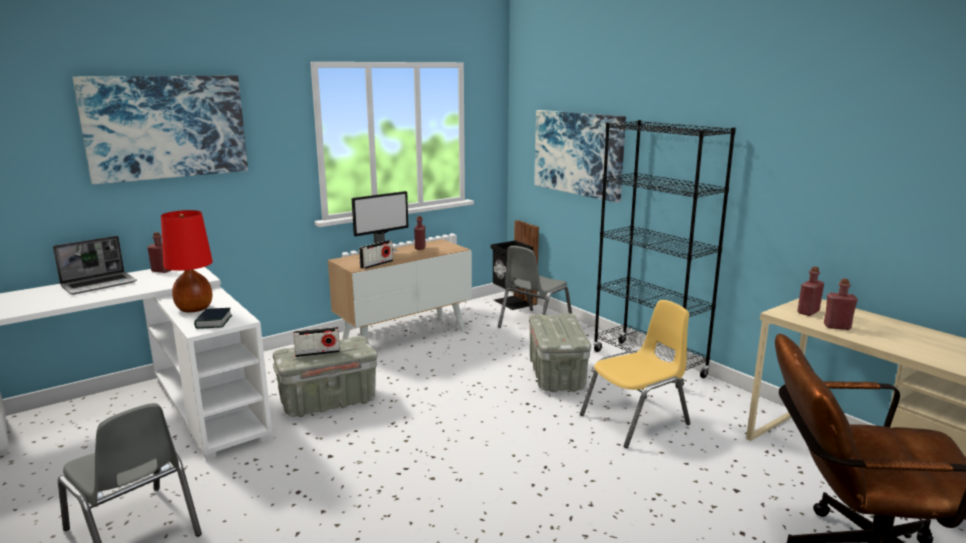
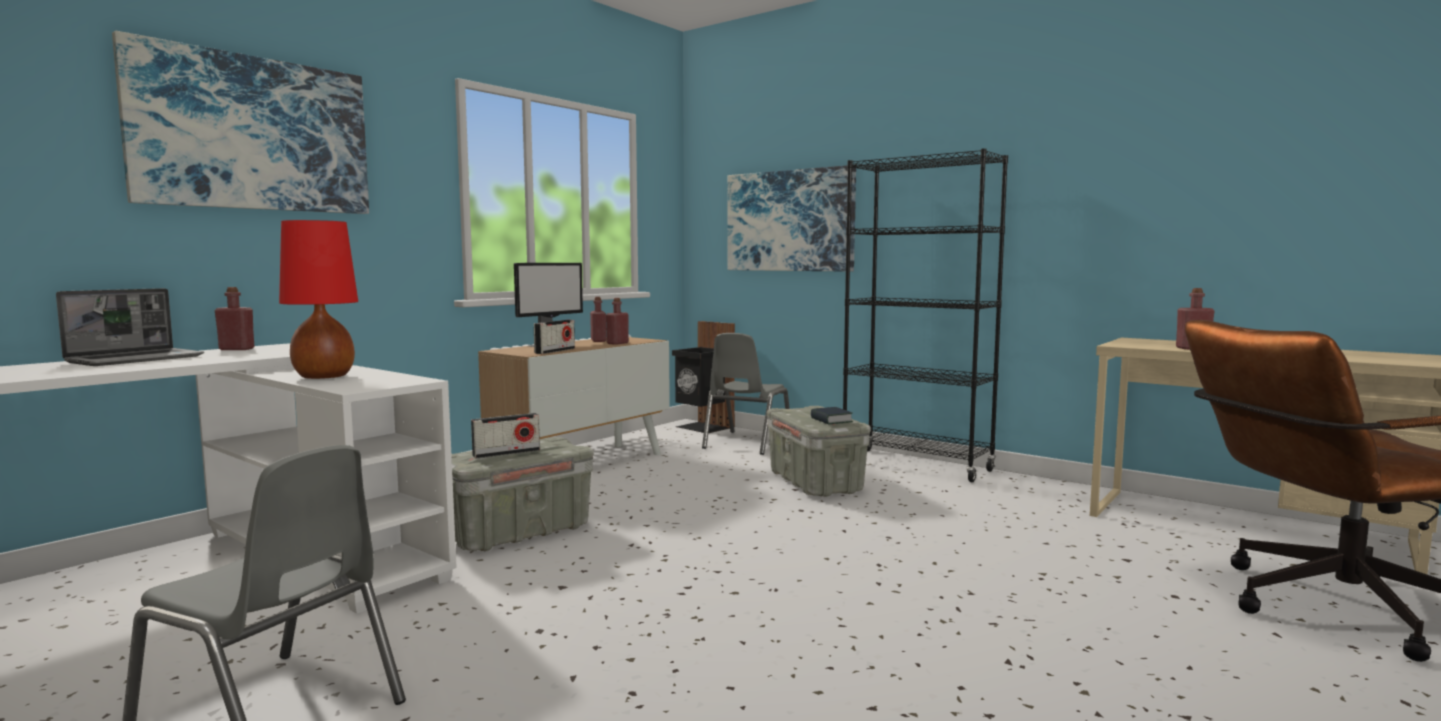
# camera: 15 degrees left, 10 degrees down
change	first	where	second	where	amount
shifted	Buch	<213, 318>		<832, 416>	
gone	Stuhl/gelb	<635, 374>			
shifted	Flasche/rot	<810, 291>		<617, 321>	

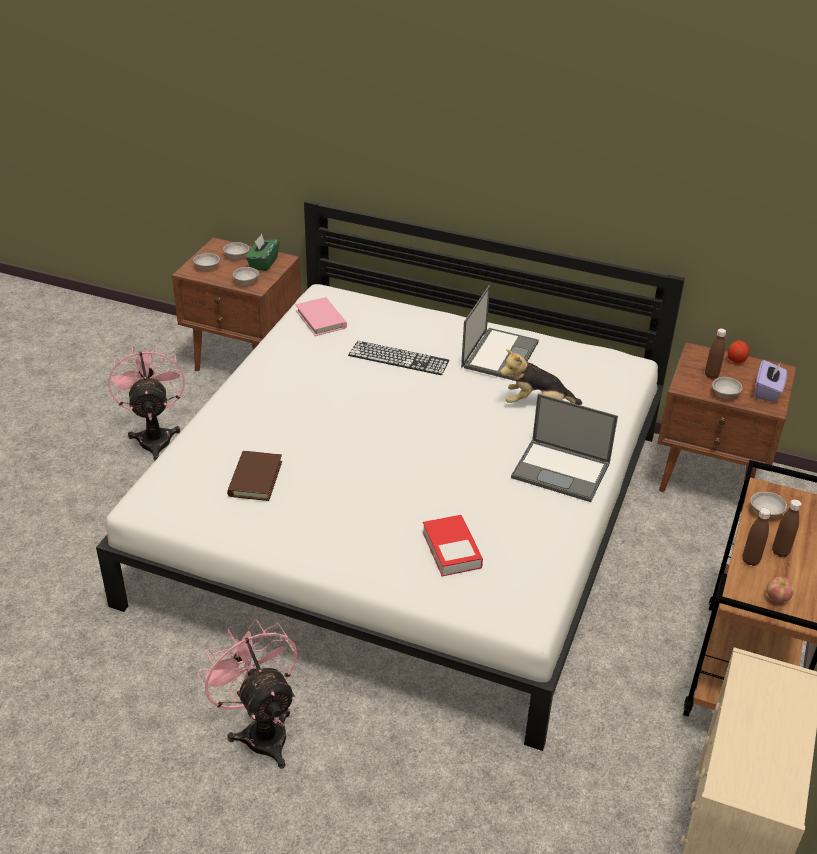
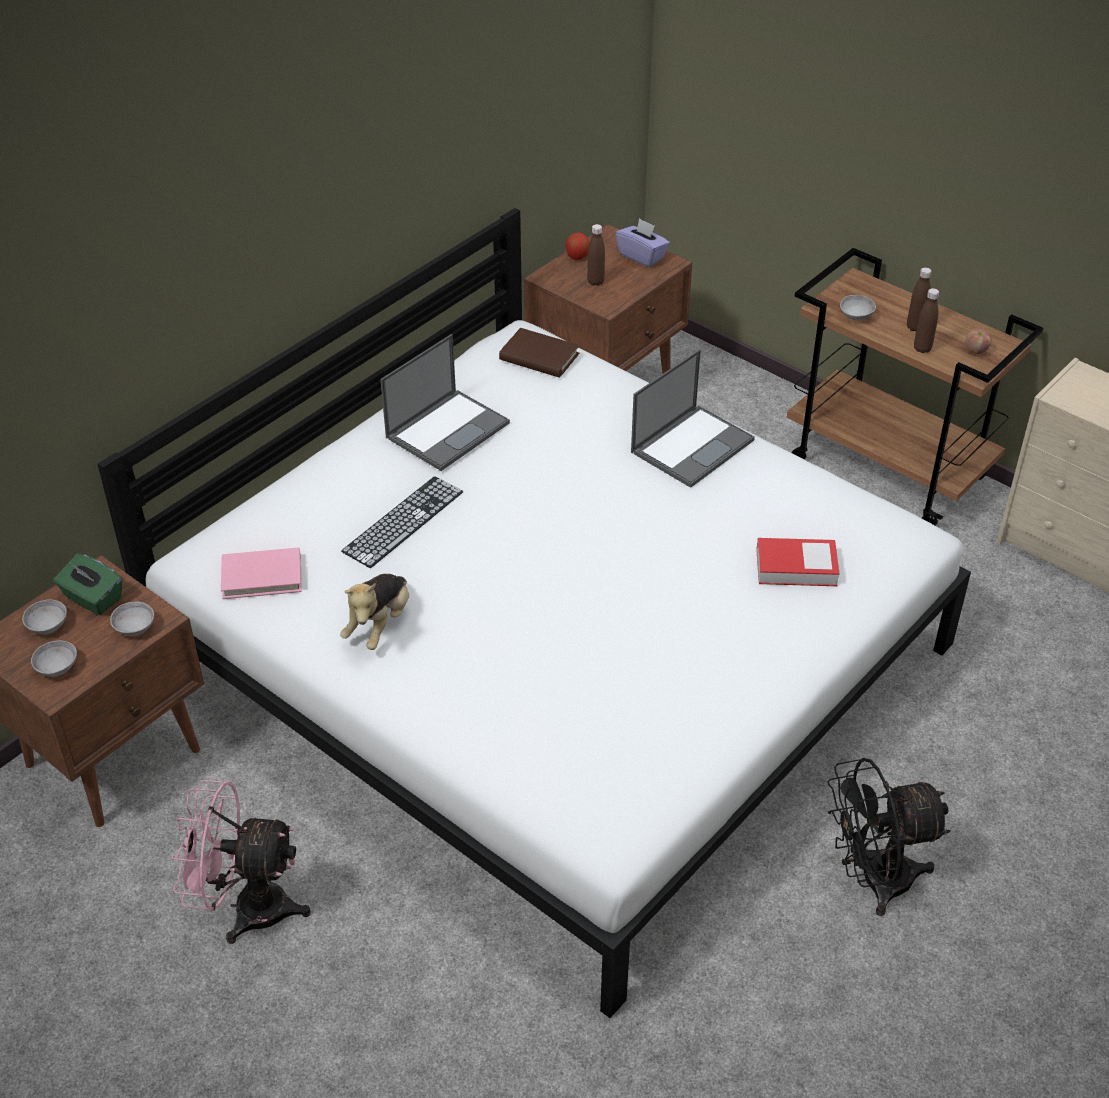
# camera: 70 degrees left, 5 degrees up
change	first	where	second	where	amount
repainted	Ventilator/rosa	<247, 694>	Ventilator/schwarz	<888, 837>	
shifted	Buch/braun	<254, 476>		<539, 353>	
rotated	Laptop	<500, 333>		<445, 402>	90 degrees clockwise
shifted	Plüschtier	<541, 377>		<374, 612>	
gone	Schüssel/grau	<727, 387>			

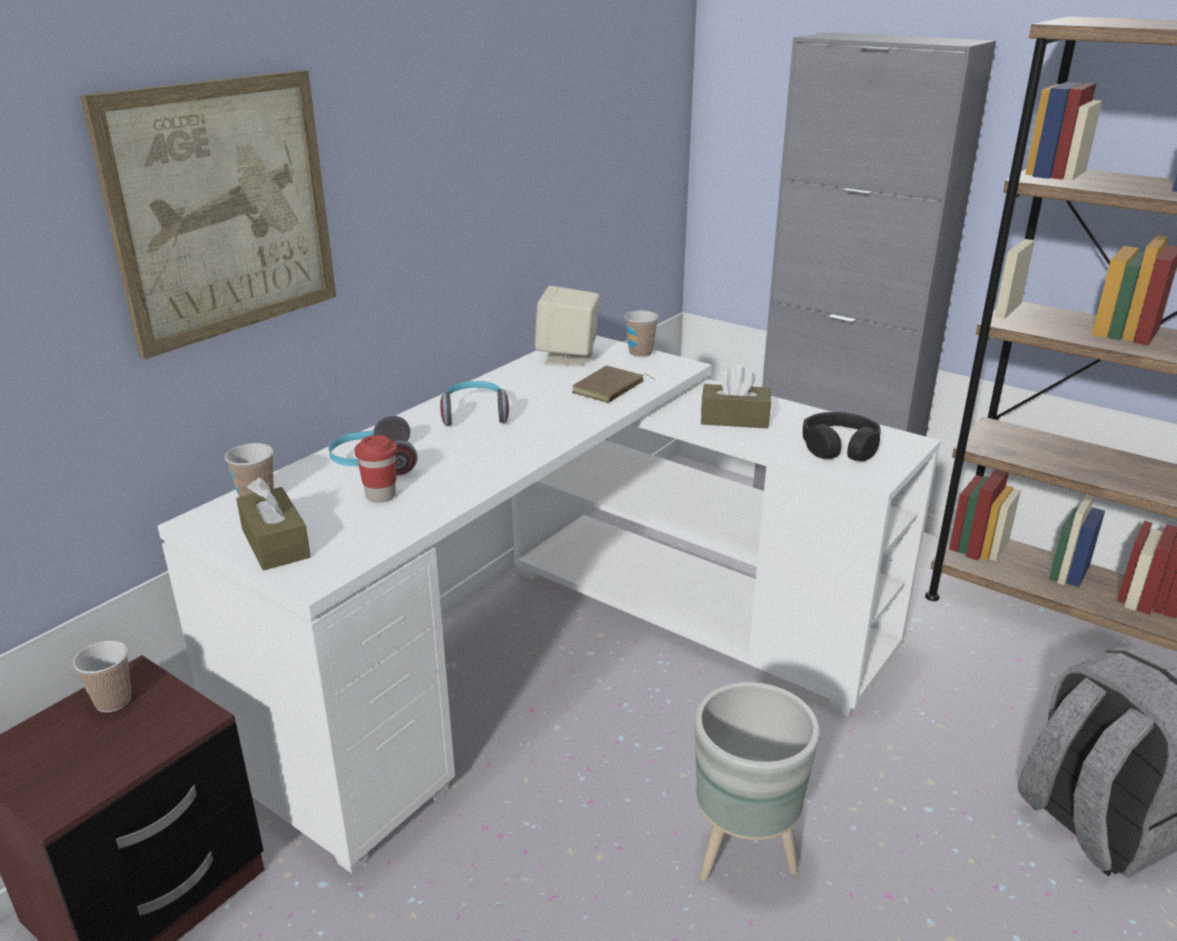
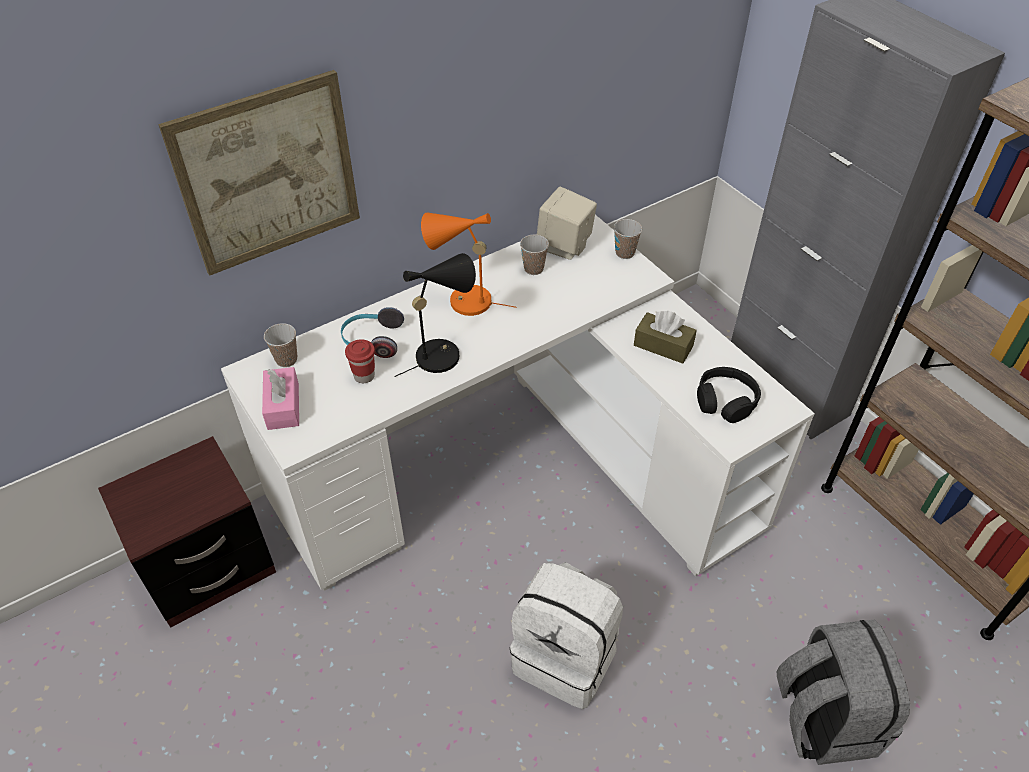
# camera: 20 degrees right, 20 degrees up
change	first	where	second	where	amount
shifted	Tasse	<102, 676>		<534, 254>	
repainted	Taschentuchbox/braun	<273, 524>	Taschentuchbox/rosa	<280, 398>	
swapped	Kopfhörer	<474, 403>	Tischlampe/orange	<468, 264>	
gone	Buch/braun	<613, 384>			
swapped	Pflanzkübel/grau	<757, 781>	Rucksack/weiß	<566, 635>	
new			Tischlampe/schwarz	<435, 315>	

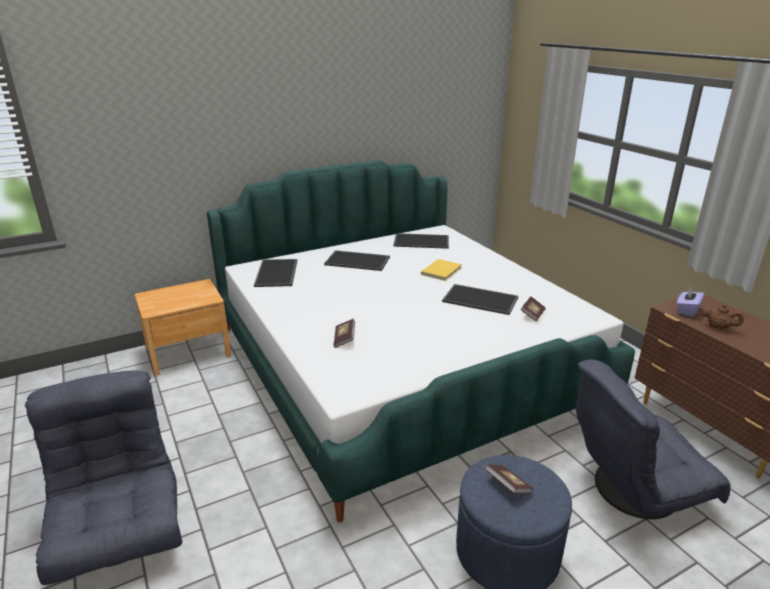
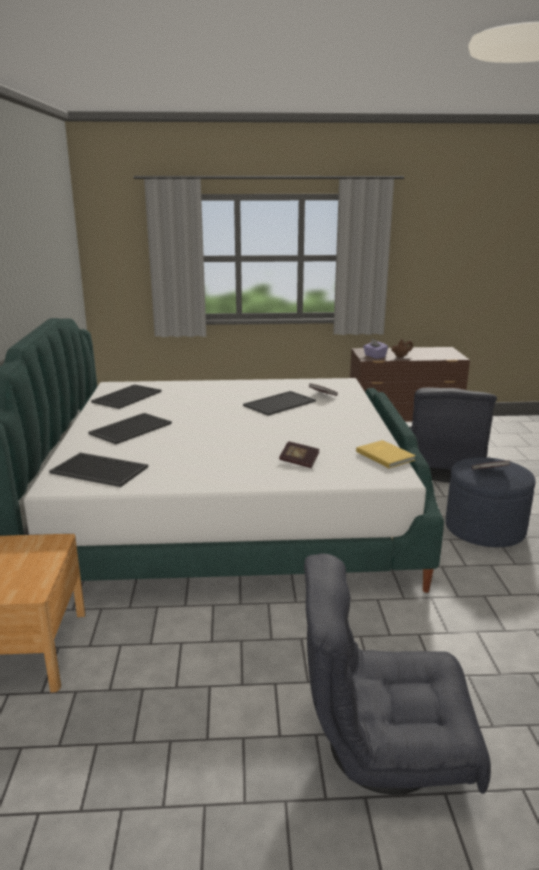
# camera: 65 degrees left, 5 degrees down
change	first	where	second	where	amount
shifted	Buch/gelb	<441, 270>		<386, 454>	

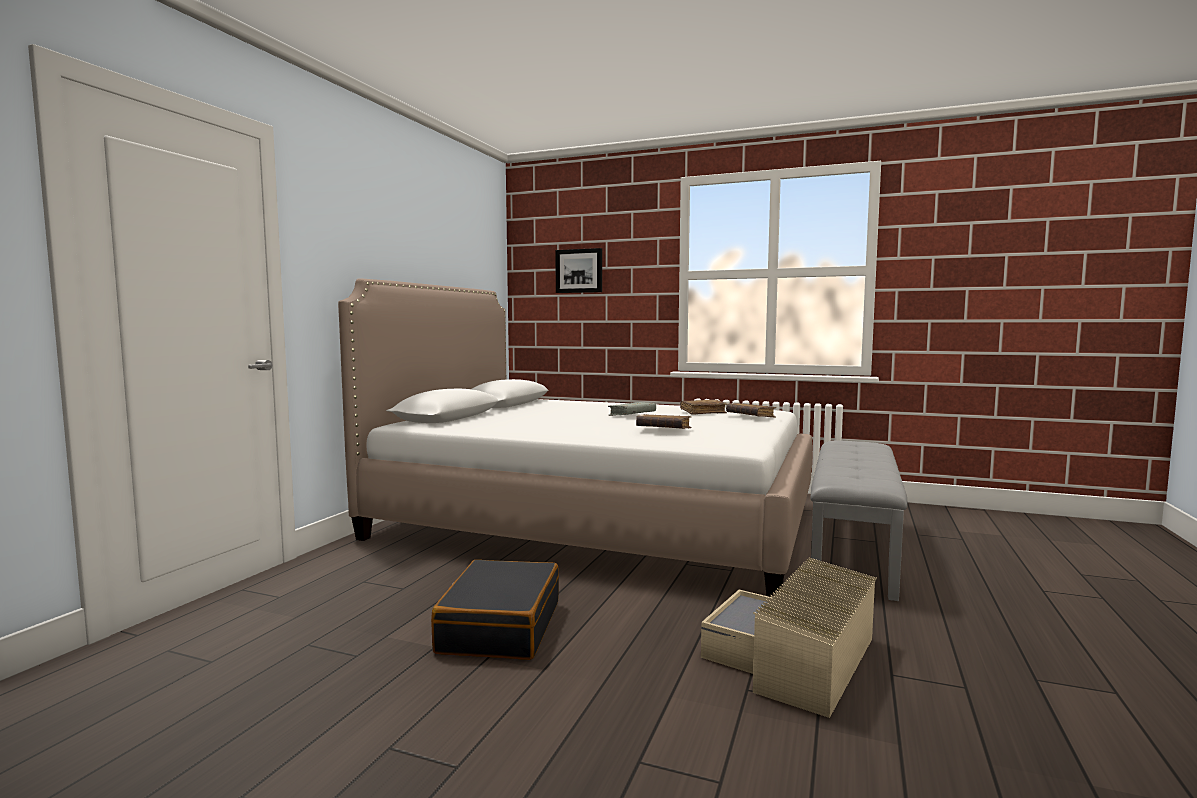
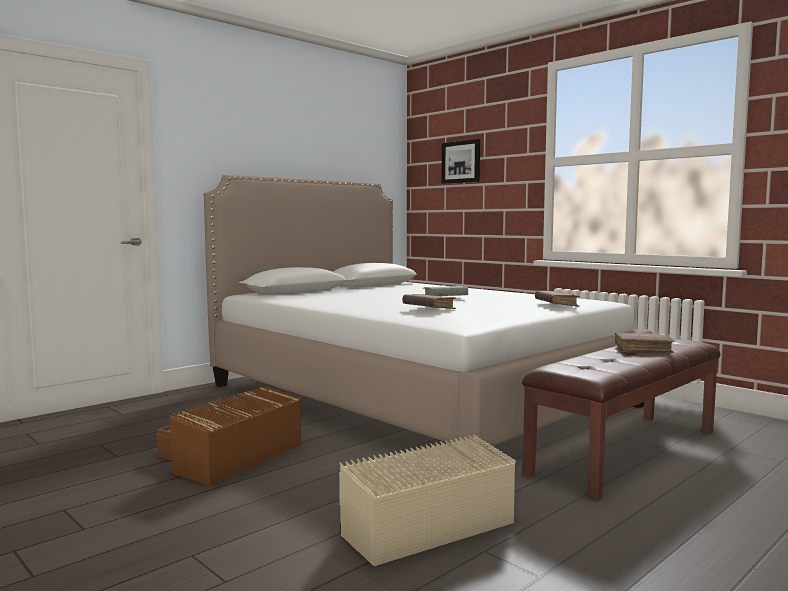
# camera: 25 degrees right, 0 degrees up
change	first	where	second	where	amount
swapped	Koffer/schwarz	<495, 610>	Aufbewahrungsbox/braun	<229, 435>	
shifted	Buch/braun	<703, 407>		<644, 343>	
repainted	Bank/grau	<859, 520>	Bank/braun	<621, 419>	

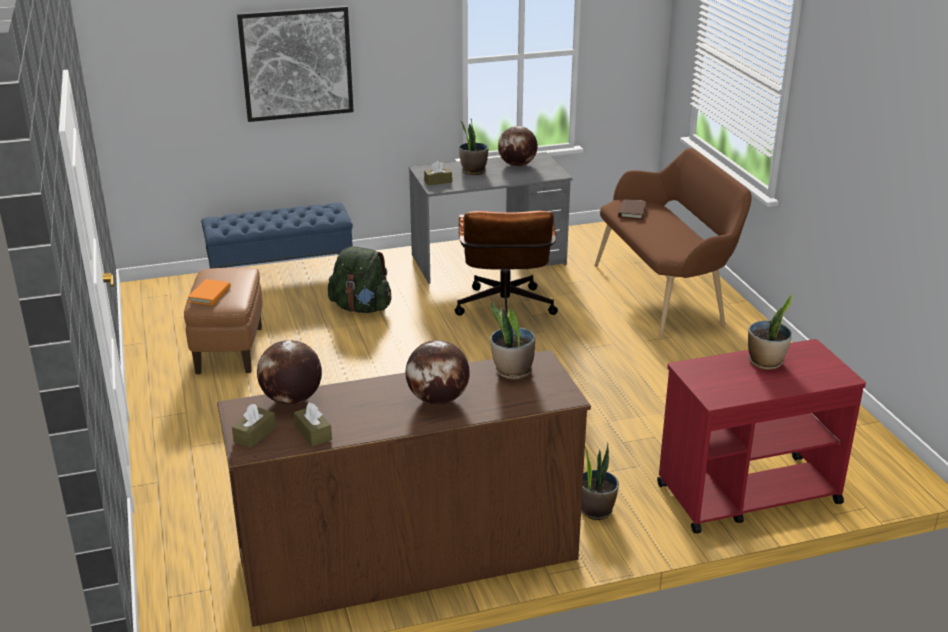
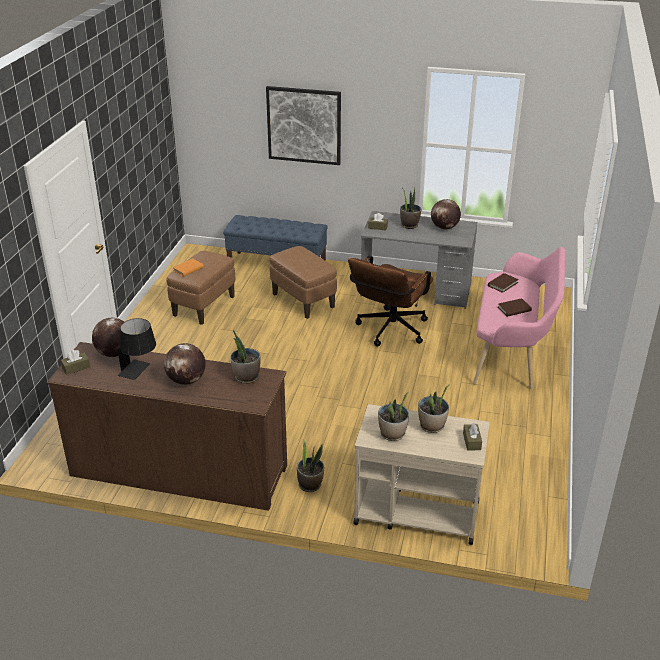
# camera: 30 degrees right, 5 degrees up
change	first	where	second	where	amount
shifted	Taschentuchbox/braun	<313, 424>		<472, 436>	
swapped	Rucksack/grün	<360, 279>	Polsterhocker/braun	<303, 282>	
repainted	Bank/braun	<673, 243>	Bank/rosa	<519, 318>	
repainted	Rollwagen/rot	<761, 436>	Rollwagen/beige	<421, 474>	
new			Tischlampe/schwarz	<137, 349>	
new			Topfpflanze	<393, 416>	
new			Buch/braun	<514, 307>	

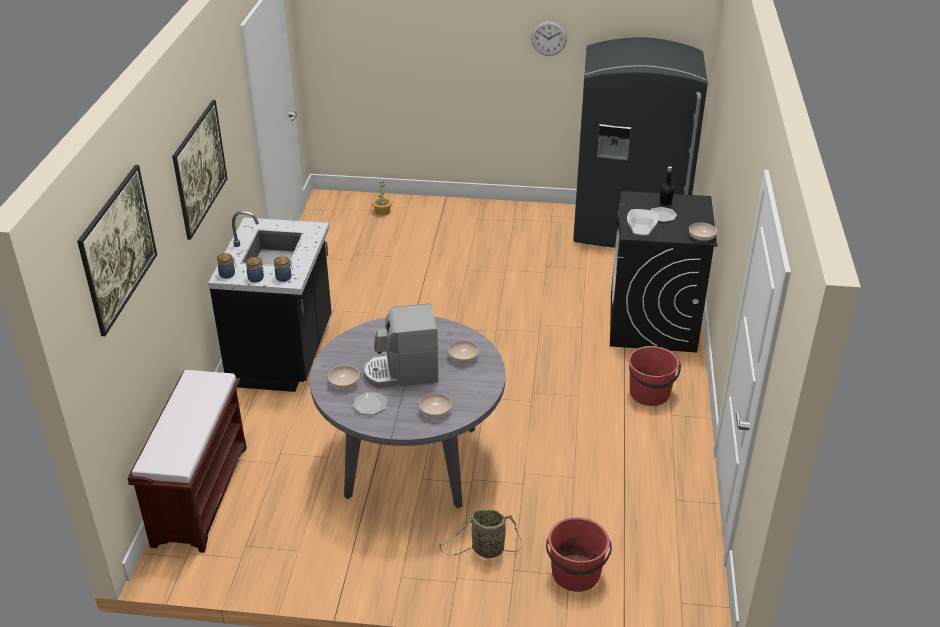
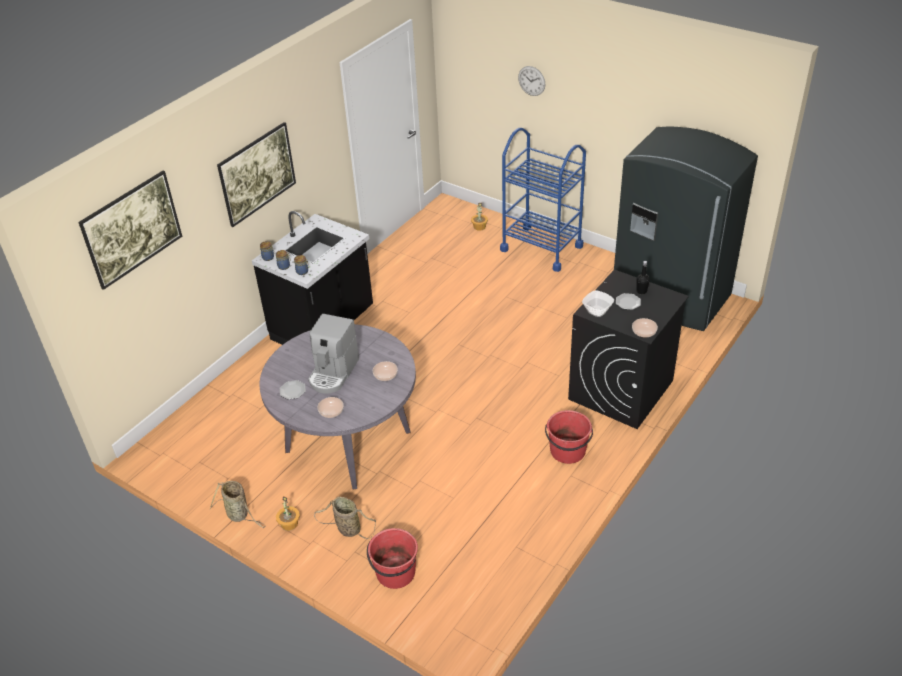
# camera: 30 degrees right, 5 degrees up
change	first	where	second	where	amount
gone	Bank/braun	<187, 461>			
gone	Schüssel	<344, 377>			
rotated	Kaffeemaschine	<401, 346>		<333, 354>	90 degrees counterclockwise
shifted	Wanduhr	<549, 38>		<531, 81>	
new			Korb	<238, 504>	
new			Topfpflanze	<288, 513>	
new			Rollwagen/blau	<543, 200>	

